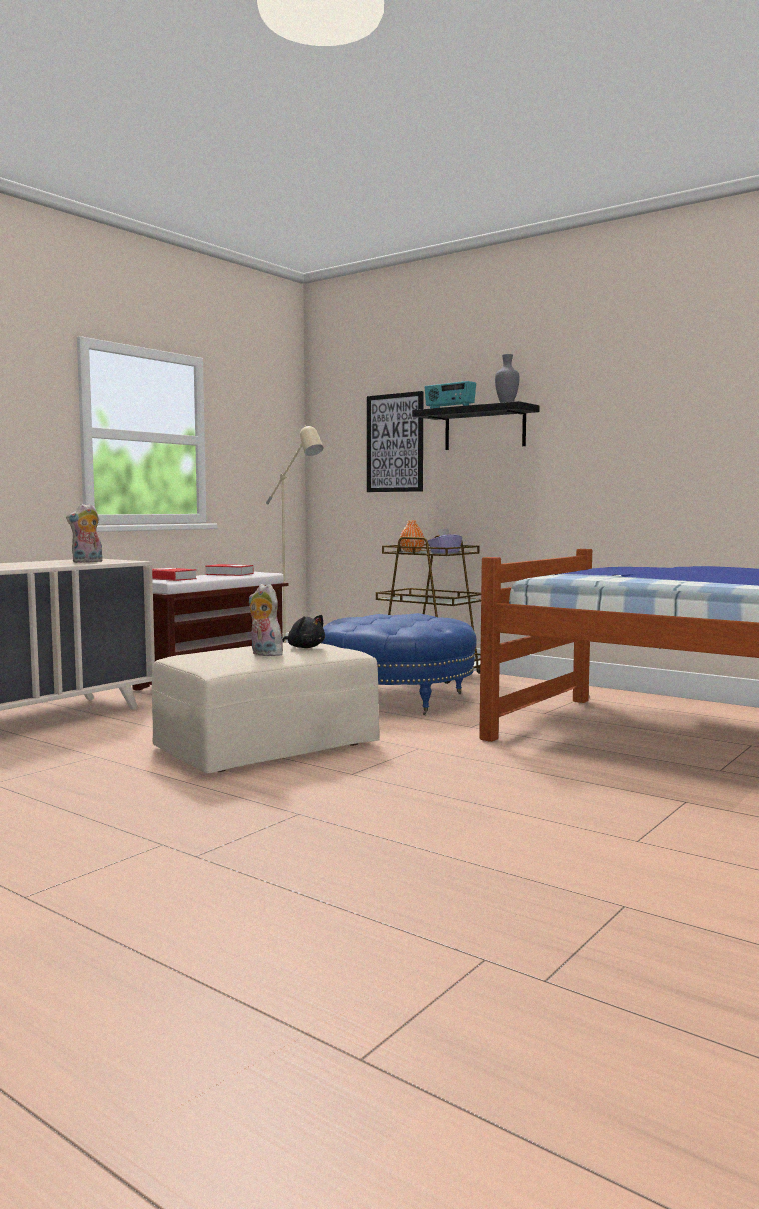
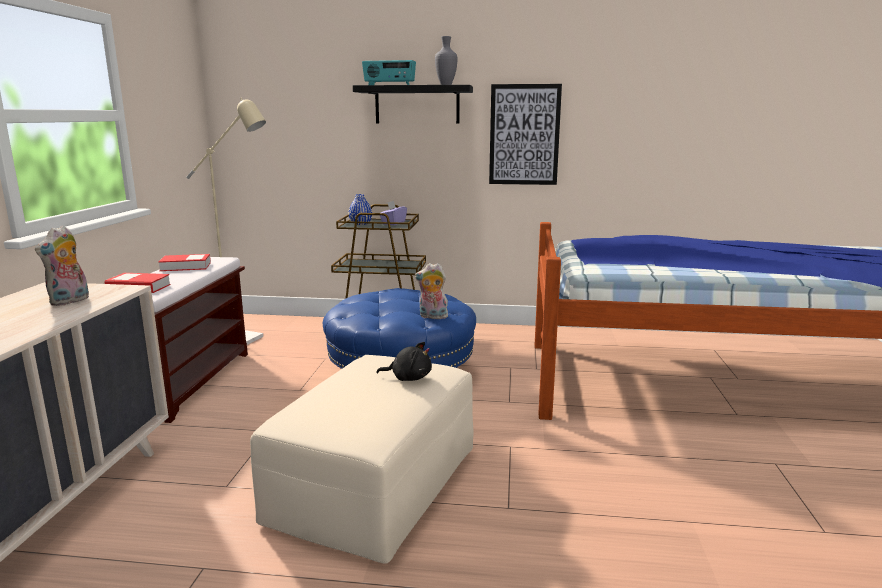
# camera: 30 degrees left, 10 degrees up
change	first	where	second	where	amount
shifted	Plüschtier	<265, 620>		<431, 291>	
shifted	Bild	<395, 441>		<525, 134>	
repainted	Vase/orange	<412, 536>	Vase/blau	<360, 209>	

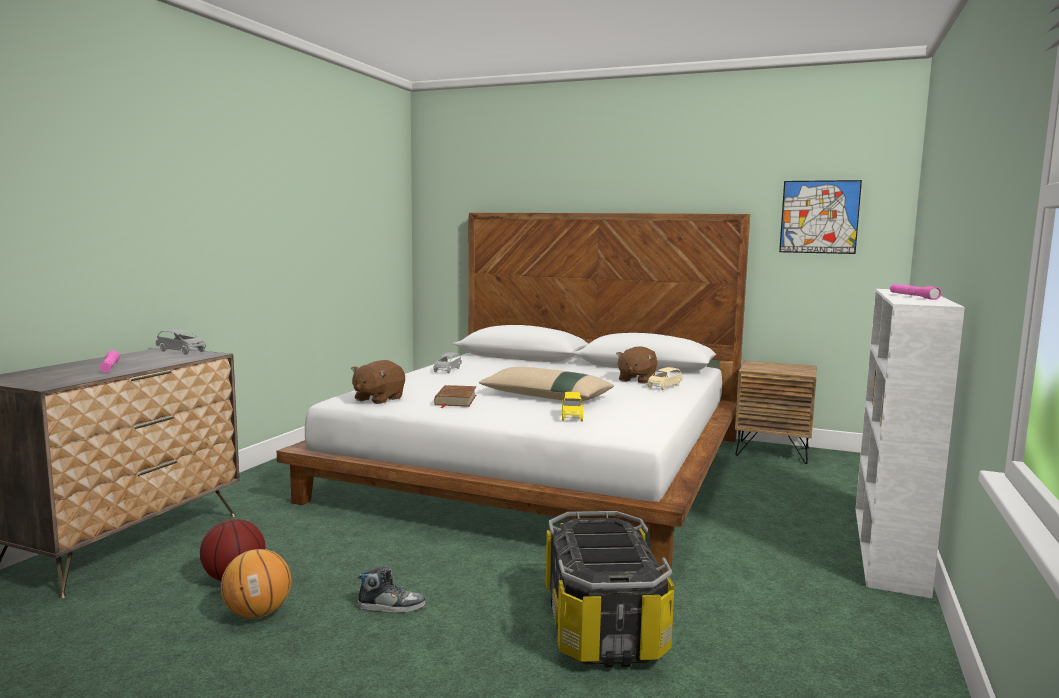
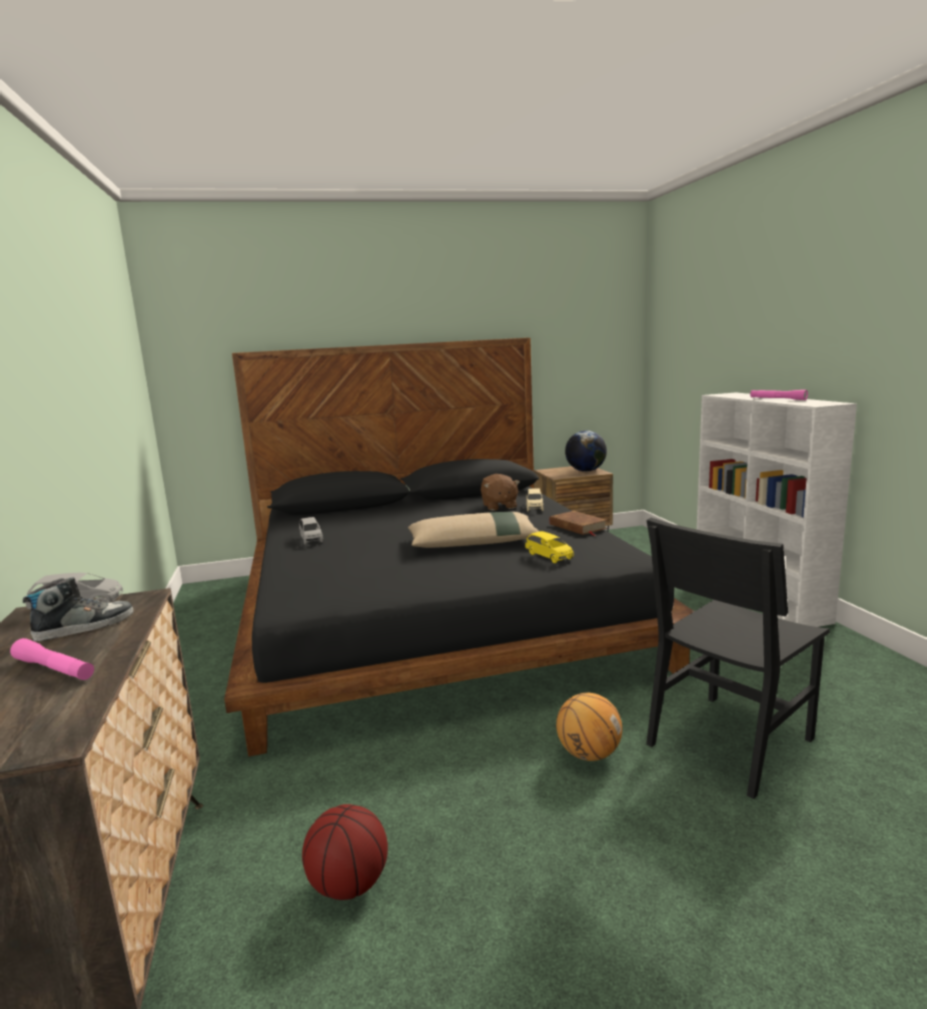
# camera: 35 degrees left, 5 degrees up
change	first	where	second	where	amount
shifted	Basketball	<256, 584>		<589, 727>	
repainted	Bett/weiß	<513, 393>	Bett/schwarz	<459, 547>	
gone	Plüschtier/braun	<378, 382>			
shifted	Schuh	<391, 589>		<78, 609>	
shifted	Buch/braun	<455, 396>		<578, 523>	
swapped	Aufbewahrungsbox	<610, 589>	Stuhl/schwarz	<738, 658>	
gone	Bild	<820, 217>			
new			Globus	<586, 451>	

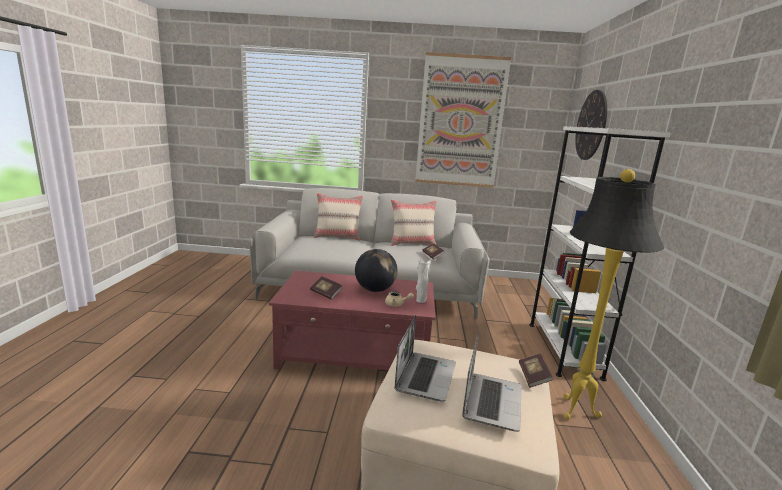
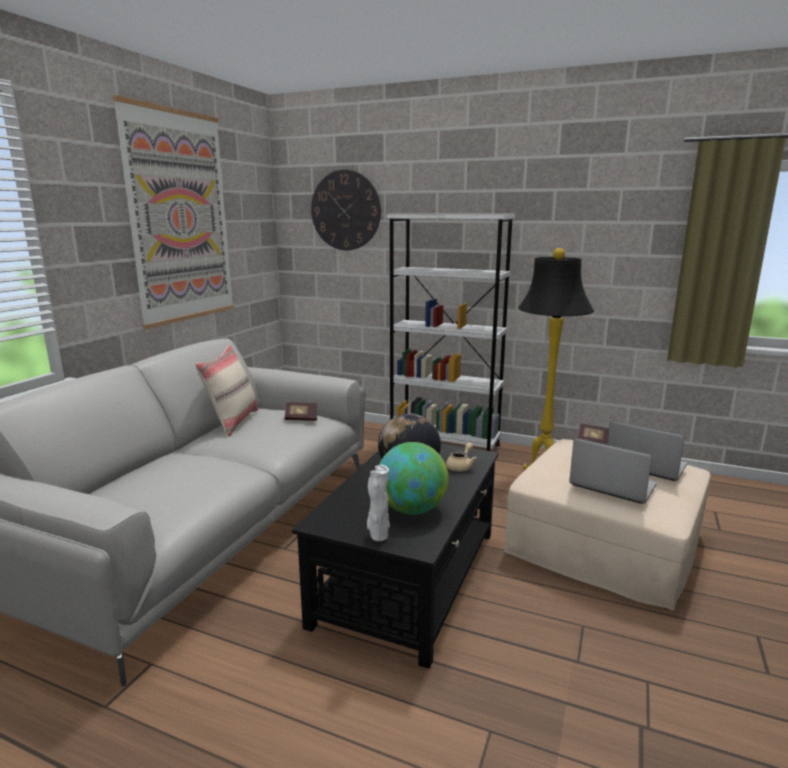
# camera: 70 degrees left, 0 degrees up
change	first	where	second	where	amount
repainted	Couchtisch/rot	<352, 320>	Couchtisch/schwarz	<395, 556>	
swapped	Buch	<326, 288>	Globus	<413, 478>	
gone	Kissen/beige	<338, 216>			
shifted	Vase/weiß	<423, 281>		<378, 503>	

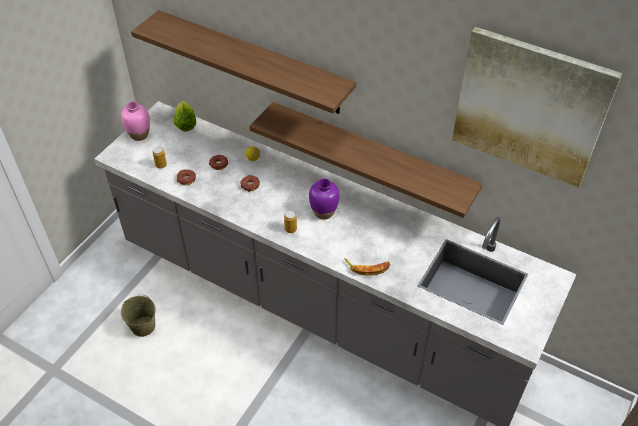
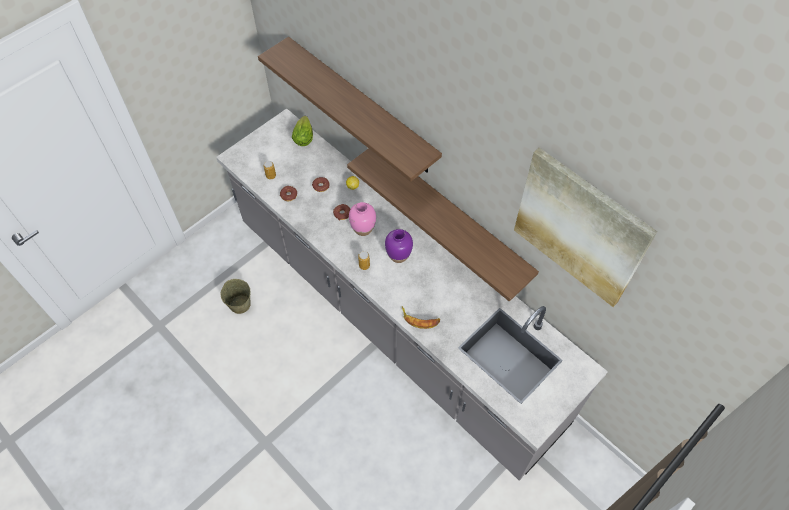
# camera: 15 degrees right, 10 degrees up
change	first	where	second	where	amount
shifted	Vase/rosa	<135, 121>		<362, 219>	

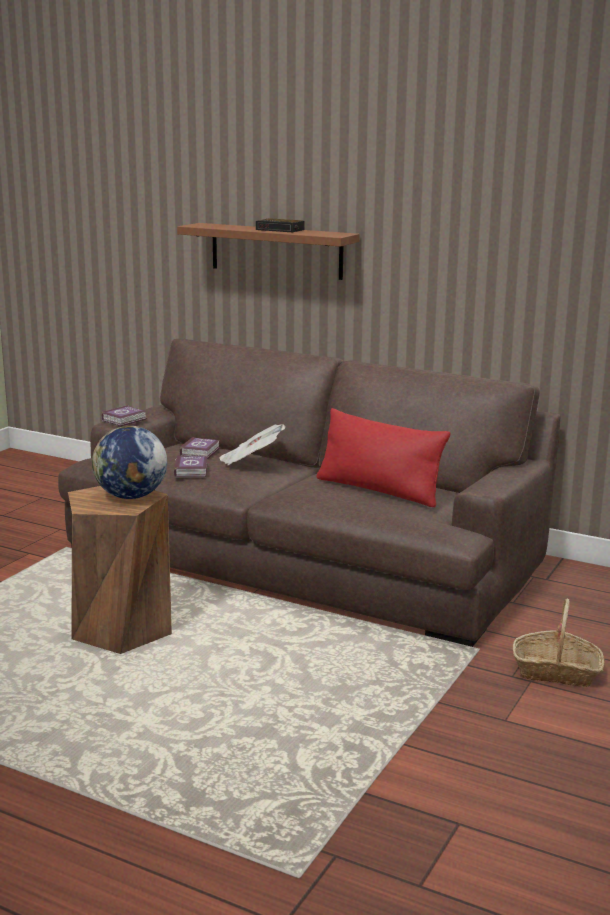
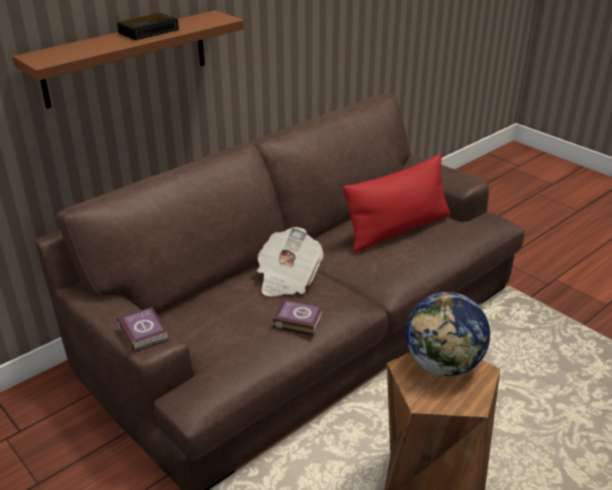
# camera: 70 degrees left, 15 degrees up
change	first	where	second	where	amount
gone	Buch	<199, 448>			
gone	Korb	<559, 643>			

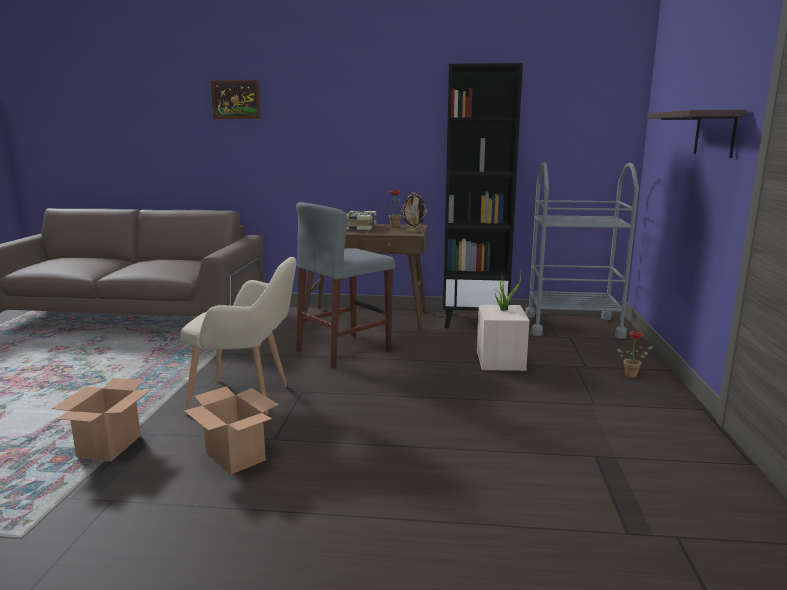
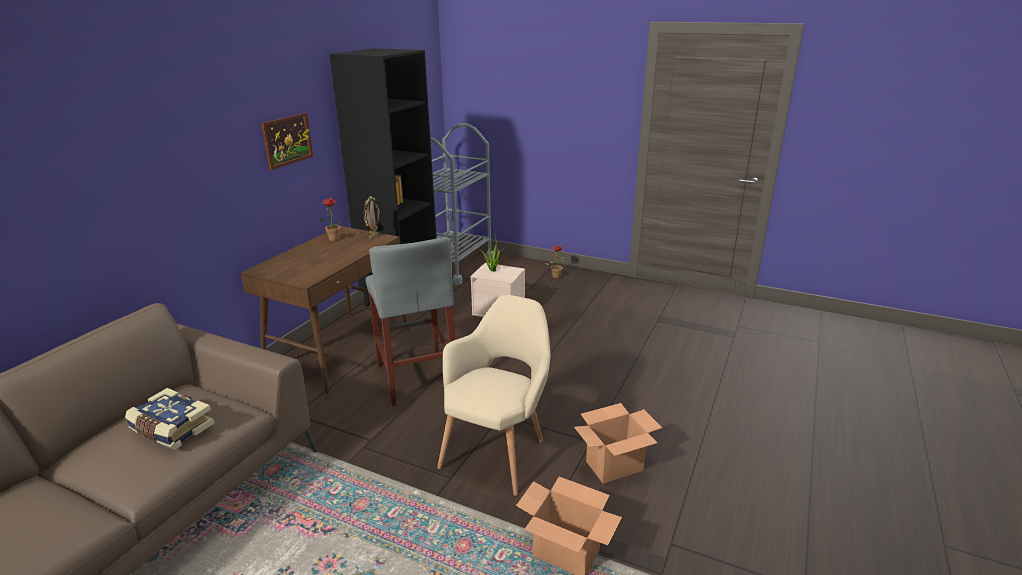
# camera: 70 degrees left, 10 degrees up
change	first	where	second	where	amount
shifted	Bild	<235, 99>		<287, 141>	
shifted	Buch	<361, 220>		<170, 419>	
gone	Wandregal	<697, 134>			

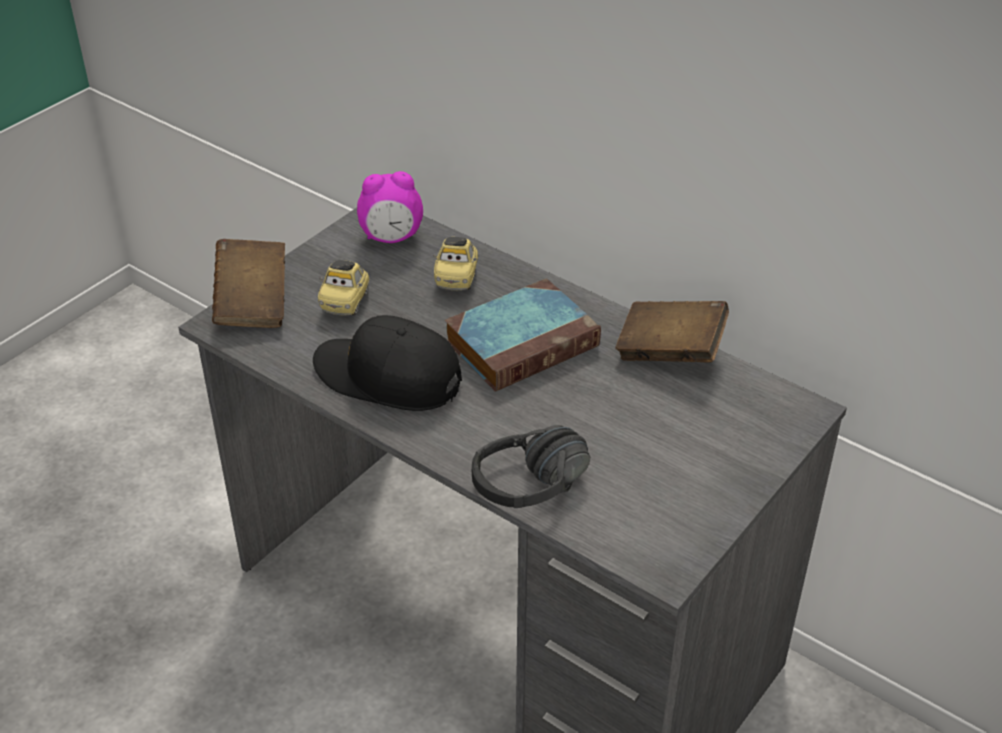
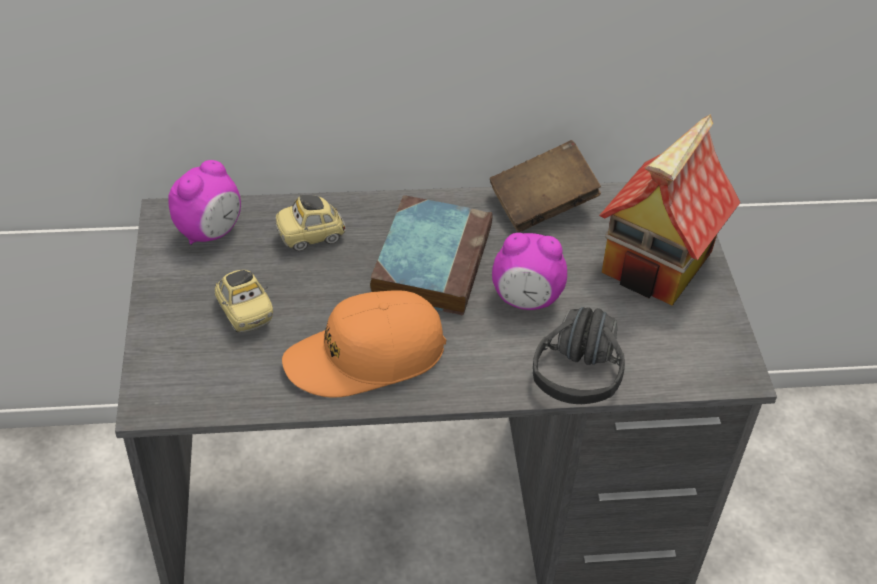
# camera: 45 degrees left, 5 degrees up
change	first	where	second	where	amount
gone	Buch/braun	<248, 283>			
repainted	Kappe/schwarz	<387, 363>	Kappe/orange	<364, 343>	
rotated	Spielzeugauto	<455, 263>		<310, 223>	105 degrees clockwise
new			Wecker	<529, 271>	
new			Spielzeughaus	<669, 210>	

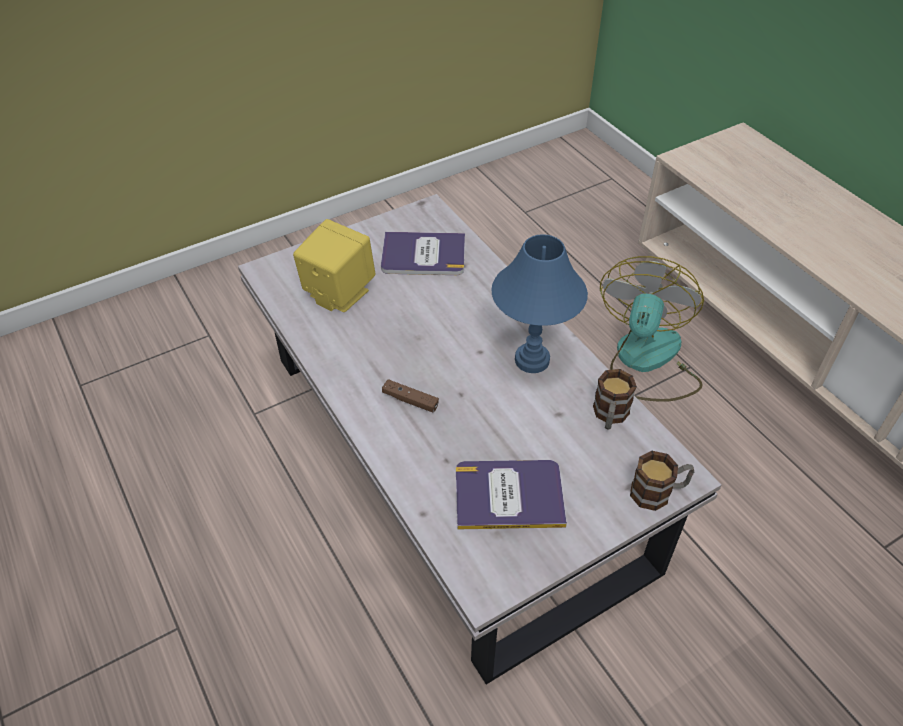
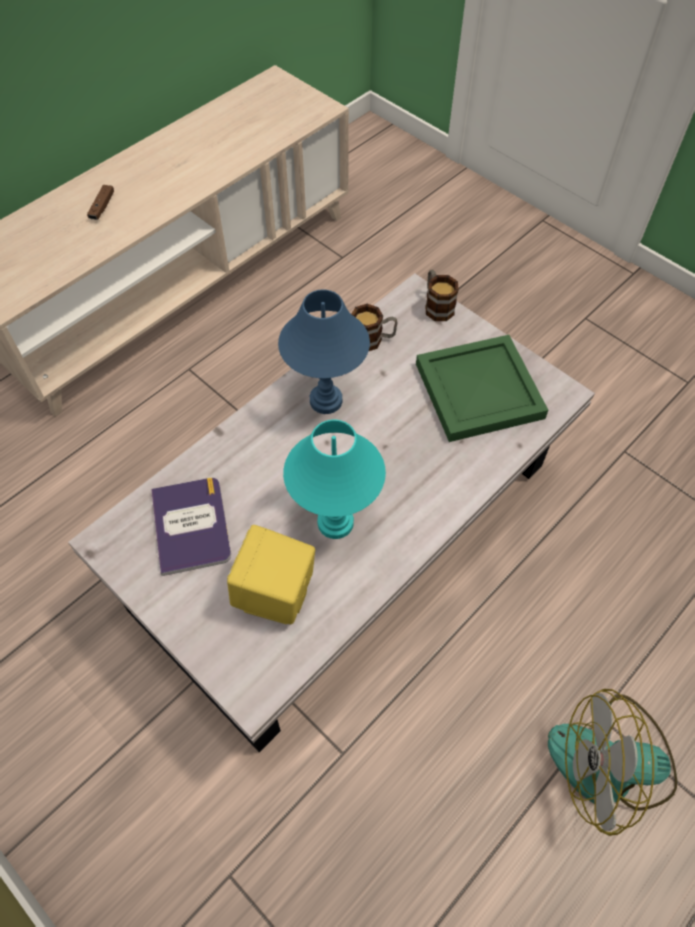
# camera: 105 degrees left, 10 degrees up
change	first	where	second	where	amount
shifted	Gamepad/braun	<410, 396>		<100, 202>	
swapped	Buch	<511, 495>	Tablett/grün	<482, 388>	
shifted	Ventilator	<652, 329>		<612, 762>	
new			Tischlampe/türkis	<334, 479>	

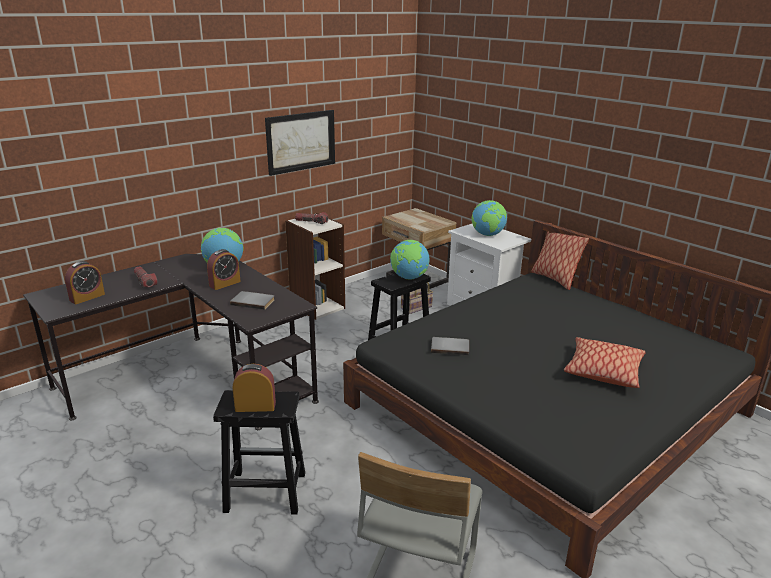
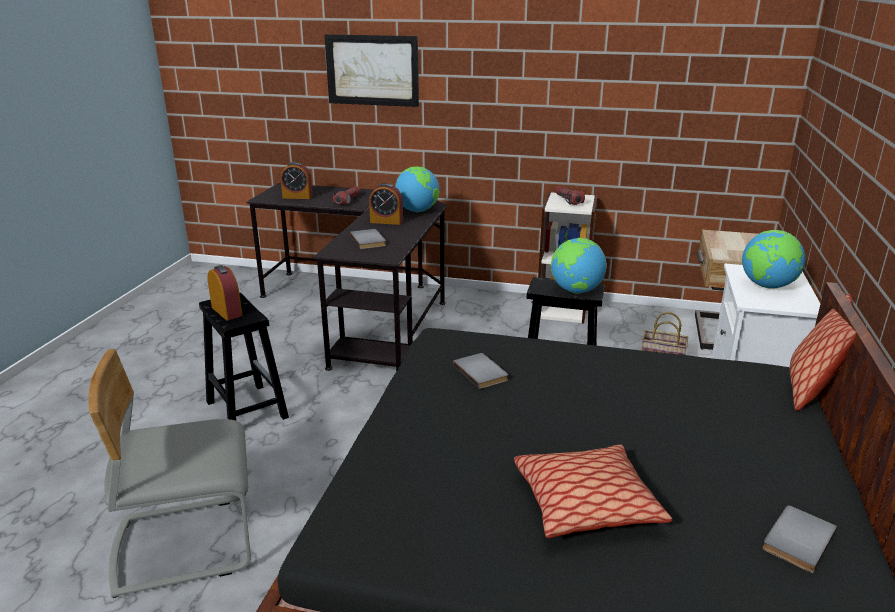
# camera: 55 degrees right, 0 degrees up
change	first	where	second	where	amount
shifted	Bild	<300, 143>		<371, 70>	
new			Buch/grau	<800, 539>	

